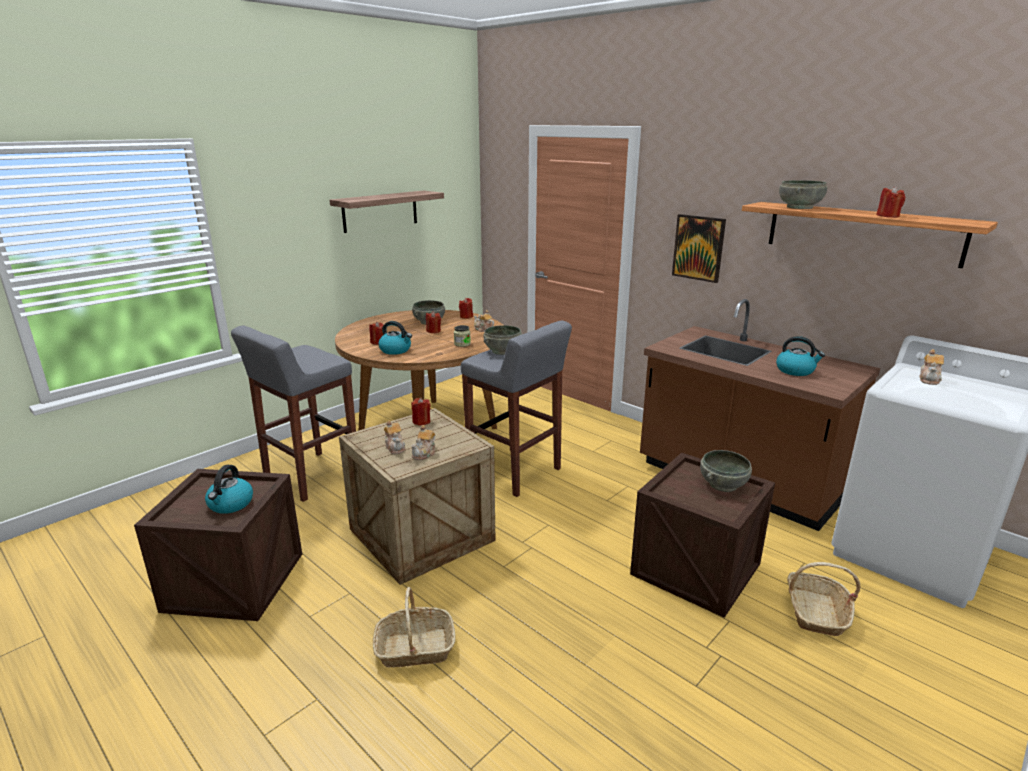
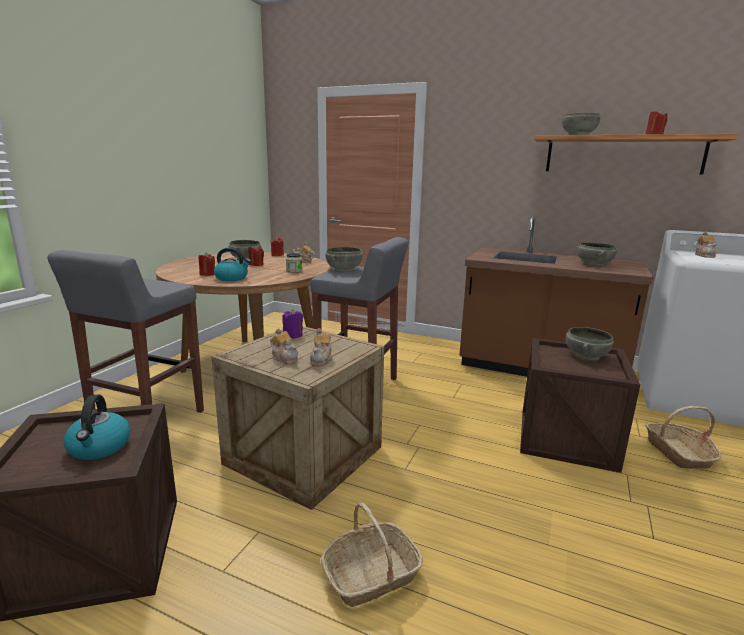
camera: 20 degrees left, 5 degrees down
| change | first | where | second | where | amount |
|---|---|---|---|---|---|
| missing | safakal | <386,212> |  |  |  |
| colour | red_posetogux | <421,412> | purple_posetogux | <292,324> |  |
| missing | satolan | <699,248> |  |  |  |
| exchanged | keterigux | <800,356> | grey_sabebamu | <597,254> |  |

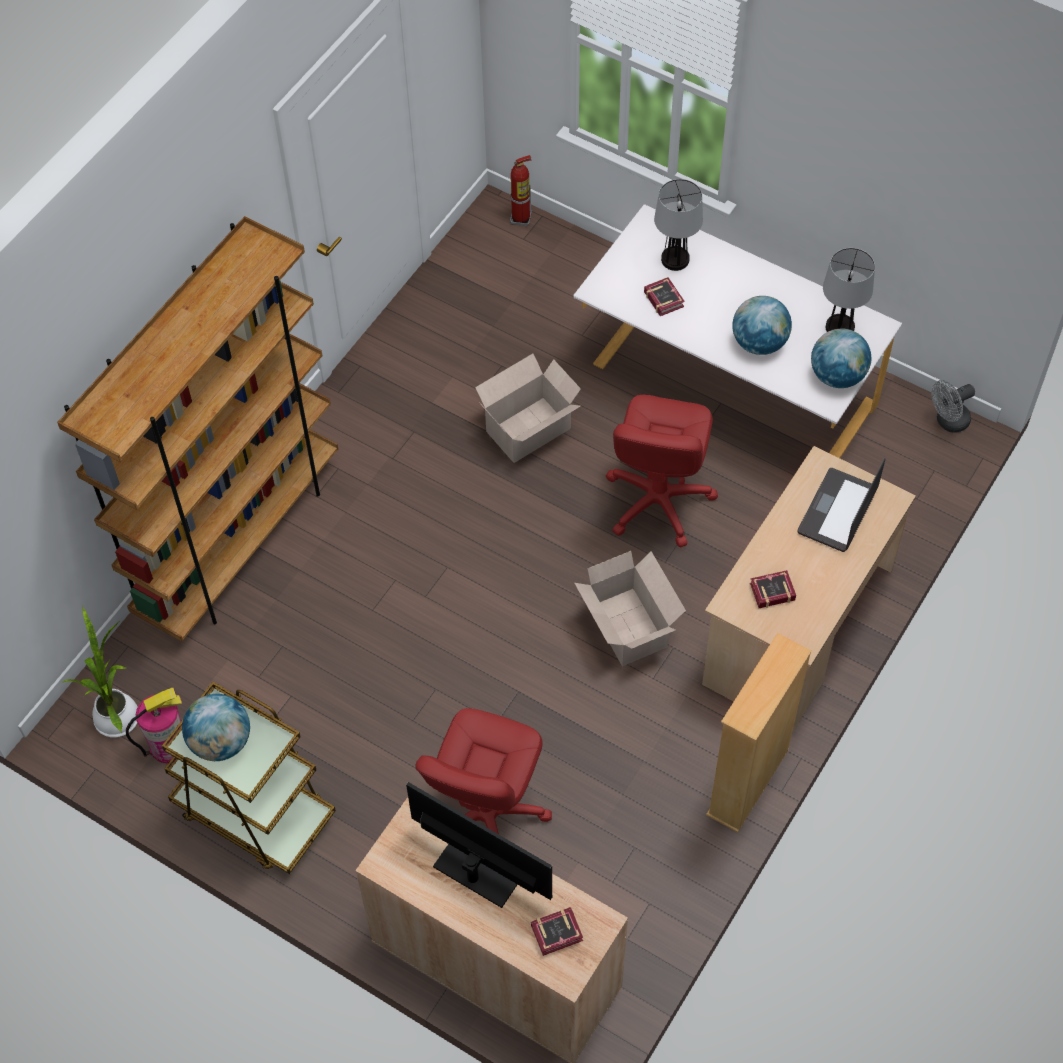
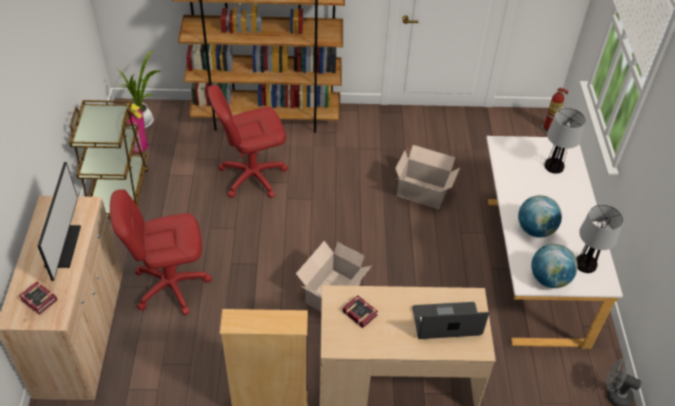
camera: 55 degrees right, 10 degrees down
| change | first | where | second | where | amount |
|---|---|---|---|---|---|
| missing | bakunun | <216,727> |  |  |  |
| relocated | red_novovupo | <662,471> |  | <248,141> |  |
| missing | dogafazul | <664,296> |  |  |  |

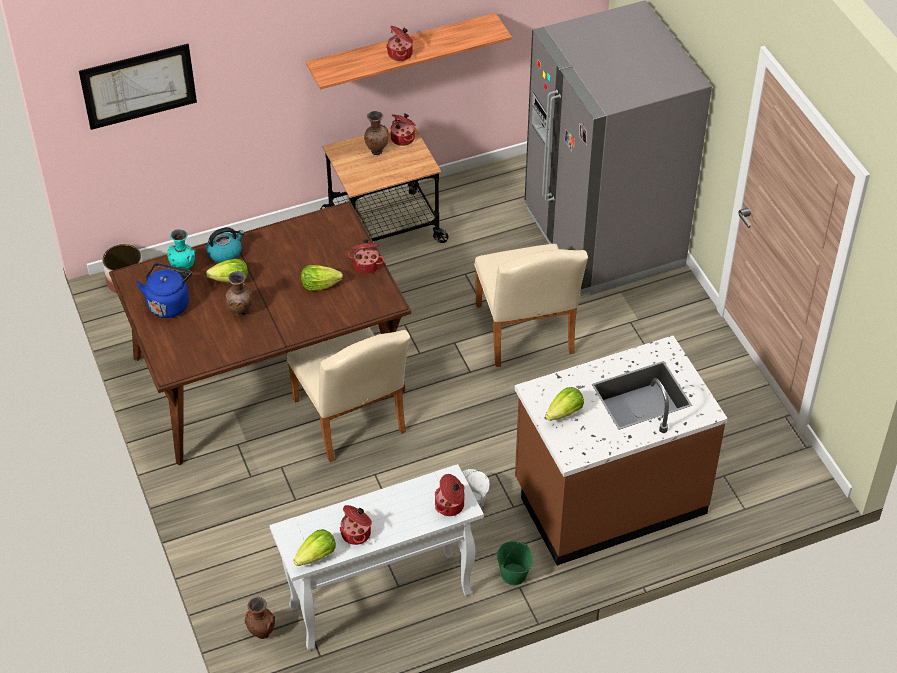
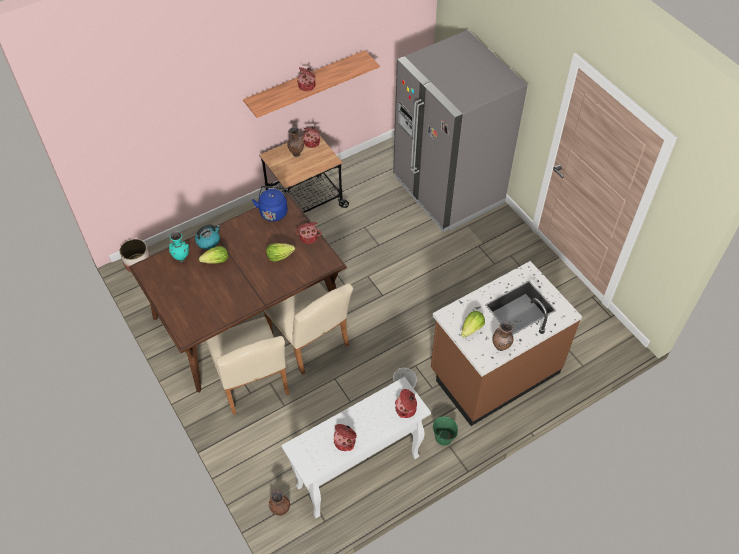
camera: 10 degrees left, 5 degrees up
| change | first | where | second | where | amount |
|---|---|---|---|---|---|
| missing | satolan | <138,87> |  |  |  |
| relocated | blue_keterigux | <164,290> |  | <270,203> |  |
| relocated | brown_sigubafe | <239,293> |  | <503,336> |  |
| missing | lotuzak | <314,547> |  |  |  |
| relocated | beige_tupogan | <531,305> |  | <248,366> |  |

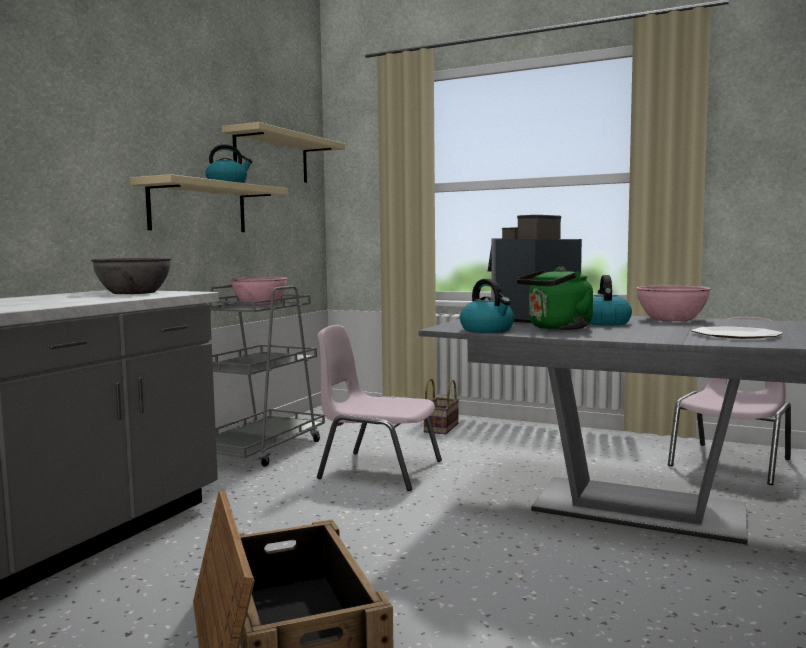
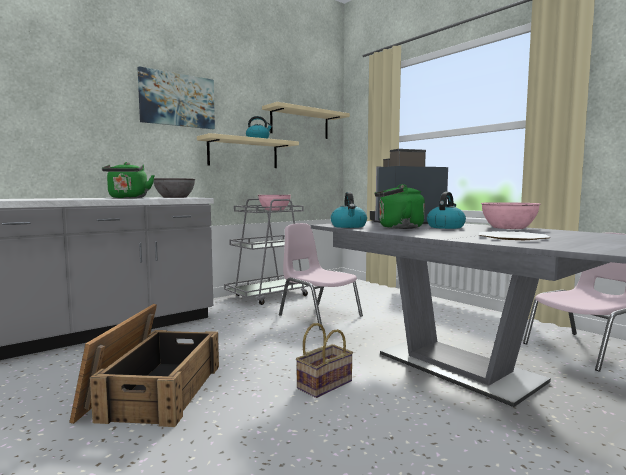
camera: 25 degrees right, 0 degrees up
| change | first | where | second | where | amount |
|---|---|---|---|---|---|
| relocated | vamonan | <441,406> |  | <324,360> |  |
| appeared |  |  | green_keterigux | <128,180> |  |
| appeared |  |  | satolan | <176,97> |  |

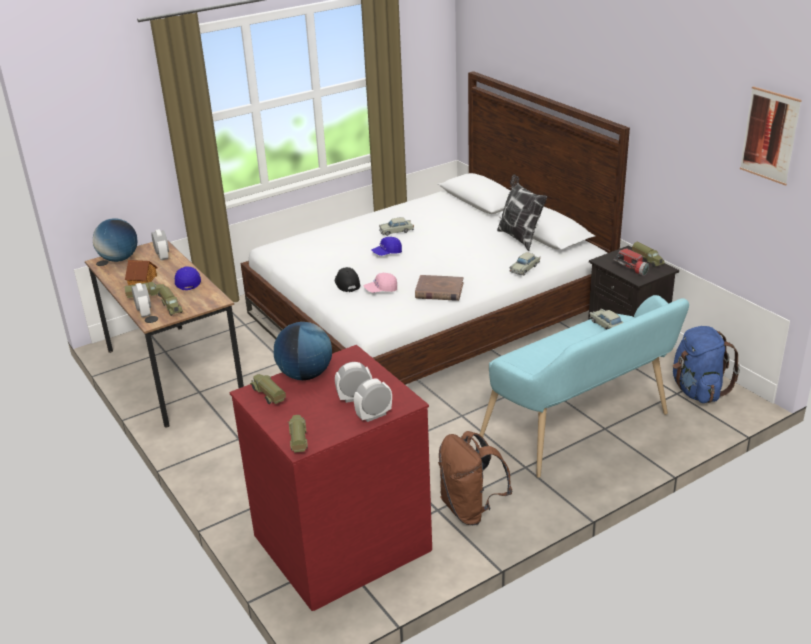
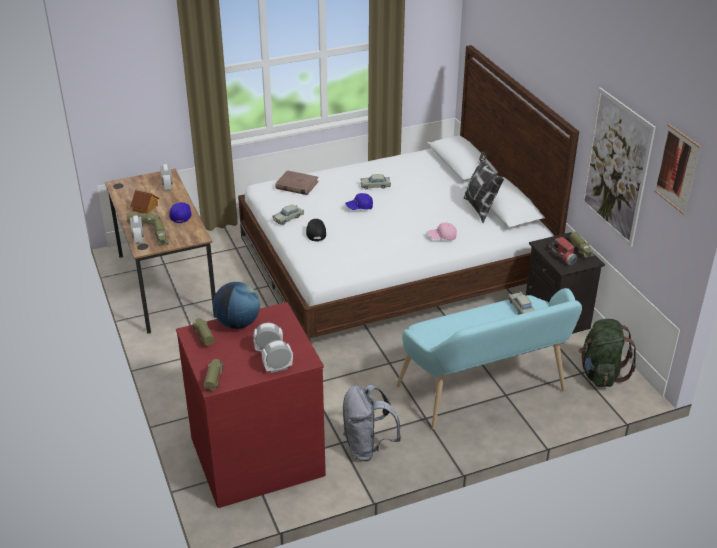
camera: 10 degrees right, 5 degrees up
| change | first | where | second | where | amount |
|---|---|---|---|---|---|
| missing | bakunun | <115,240> |  |  |  |
| relocated | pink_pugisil | <380,283> |  | <442,231> |  |
| relocated | brown_dogafazul | <439,288> |  | <297,182> |  |
| colour | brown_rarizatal | <475,478> | grey_rarizatal | <372,422> |  |
| relocated | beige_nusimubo | <524,263> |  | <288,215> |  |
| colour | blue_rarizatal | <706,364> | green_rarizatal | <607,353> |  |
| appeared |  |  | satolan | <618,167> |  |

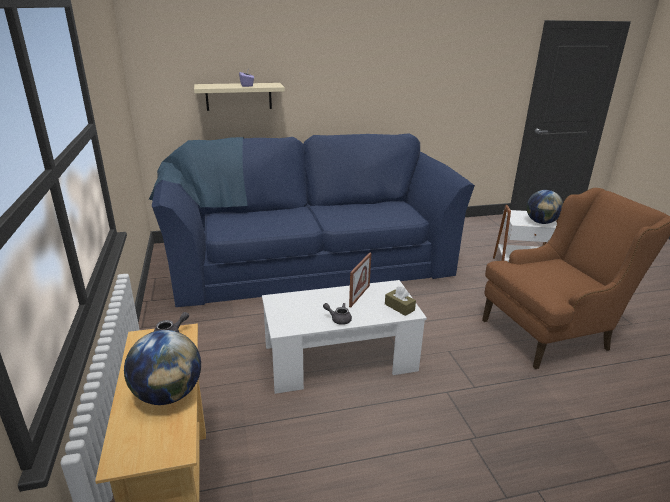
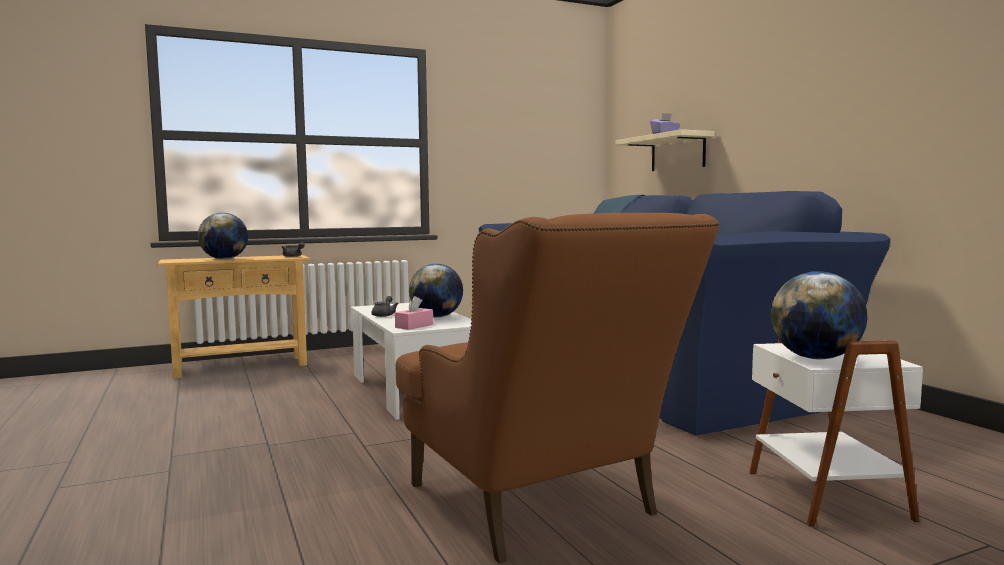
camera: 80 degrees right, 20 degrees down
| change | first | where | second | where | amount |
|---|---|---|---|---|---|
| exchanged | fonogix | <360,280> | bakunun | <436,291> |  |
| colour | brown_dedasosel | <400,301> | pink_dedasosel | <414,313> |  |

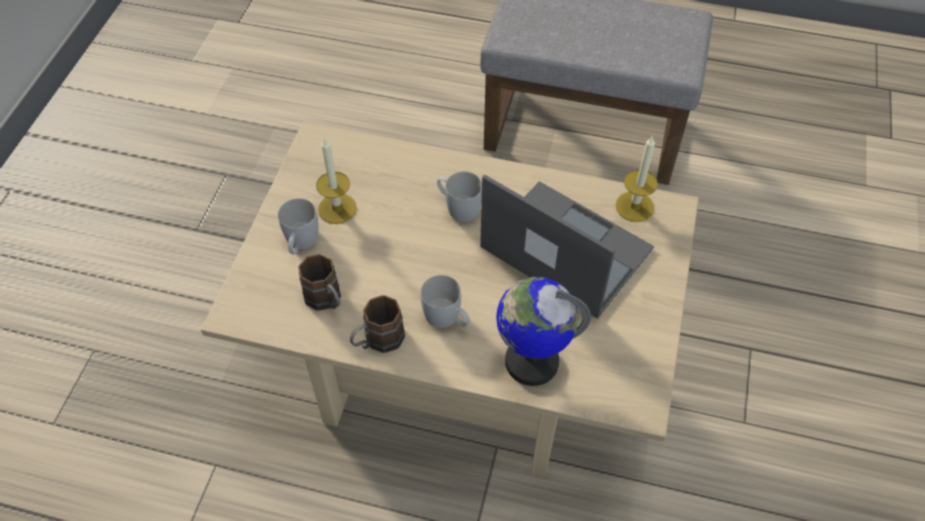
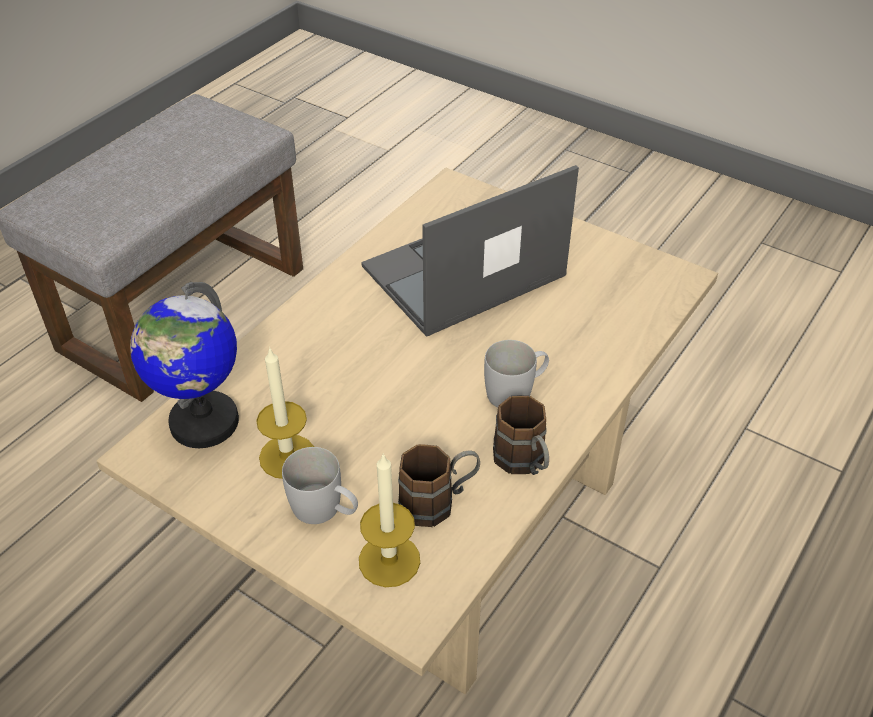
camera: 70 degrees left, 10 degrees down
| change | first | where | second | where | amount |
|---|---|---|---|---|---|
| missing | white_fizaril | <459,197> |  |  |  |
| relocated | bakunun | <543,331> |  | <184,365> |  |
| relocated | posetogux | <637,178> |  | <389,520> |  |

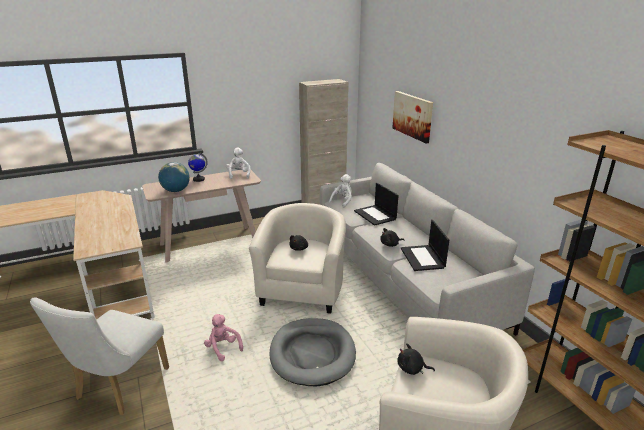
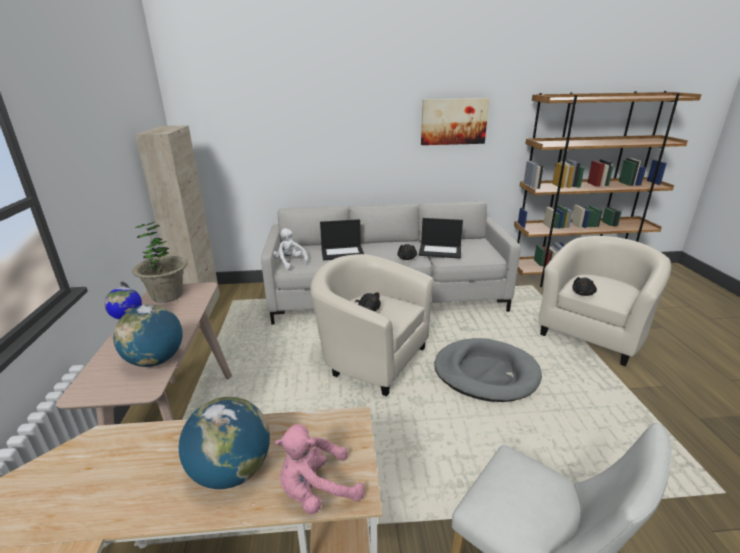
camera: 70 degrees left, 0 degrees up
| change | first | where | second | where | amount |
|---|---|---|---|---|---|
| relocated | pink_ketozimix | <223,338> |  | <320,469> |  |
| exchanged | white_ketozimix | <238,163> | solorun | <160,262> |  |
| relocated | satolan | <412,117> |  | <455,121> |  |
| appeared |  |  | bakunun | <224,443> |  |

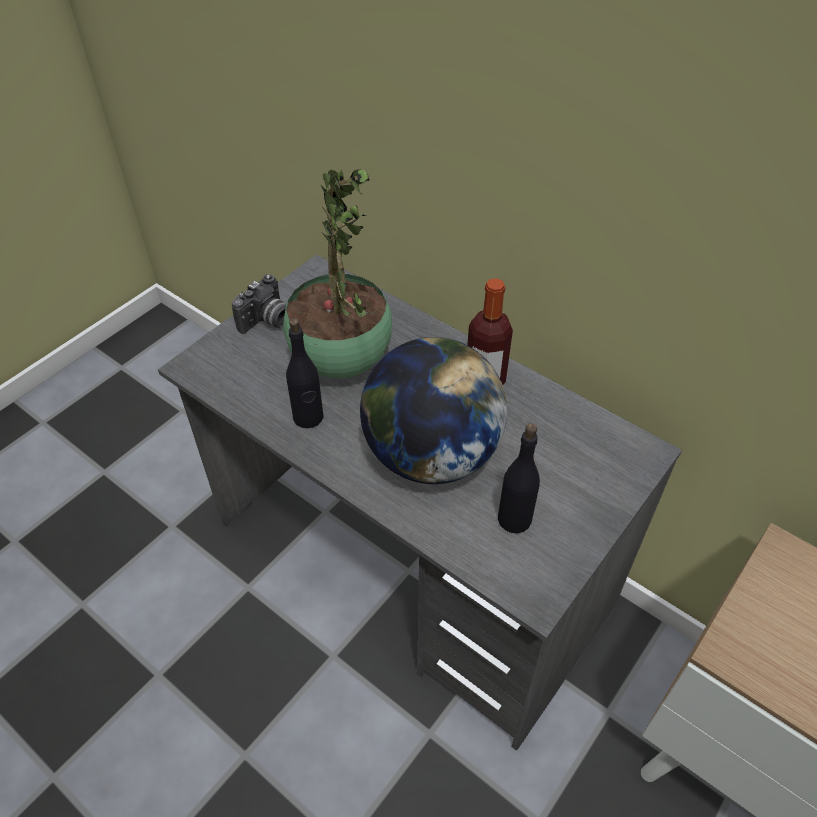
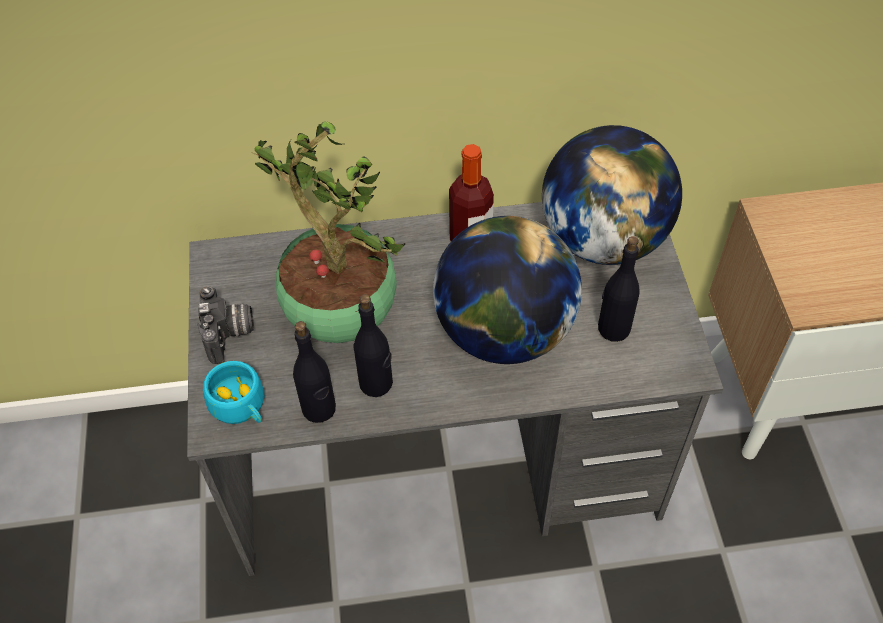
camera: 45 degrees left, 5 degrees up
| change | first | where | second | where | amount |
|---|---|---|---|---|---|
| appeared |  |  | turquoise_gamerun | <233,392> |  |
| appeared |  |  | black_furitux | <314,372> |  |
| appeared |  |  | bakunun | <612,195> |  |

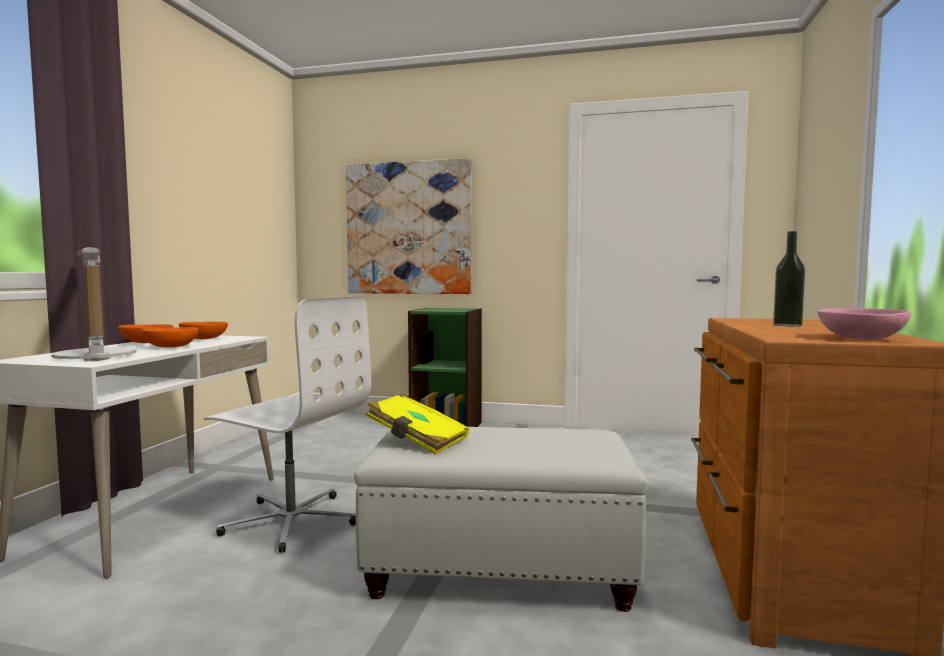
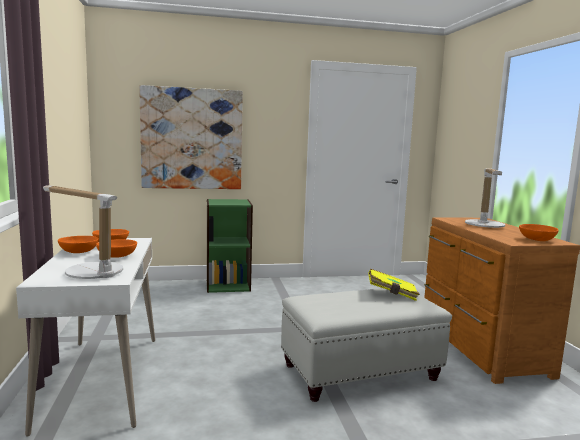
camera: 25 degrees left, 5 degrees up
| change | first | where | second | where | amount |
|---|---|---|---|---|---|
| missing | white_novovupo | <287,424> |  |  |  |
| relocated | yellow_dogafazul | <417,424> |  | <394,285> |  |
| exchanged | furitux | <789,279> | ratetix | <485,198> |  |
| colour | pink_sabebamu | <864,324> | orange_sabebamu | <539,232> |  |

